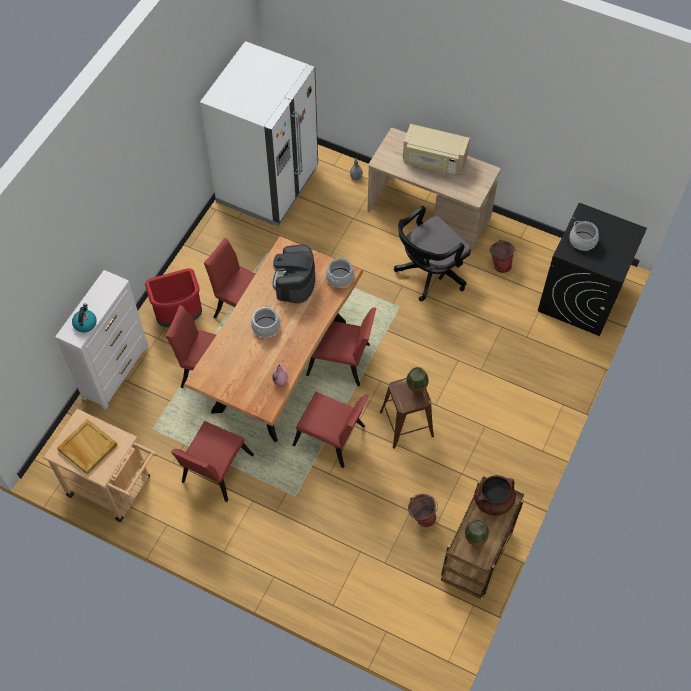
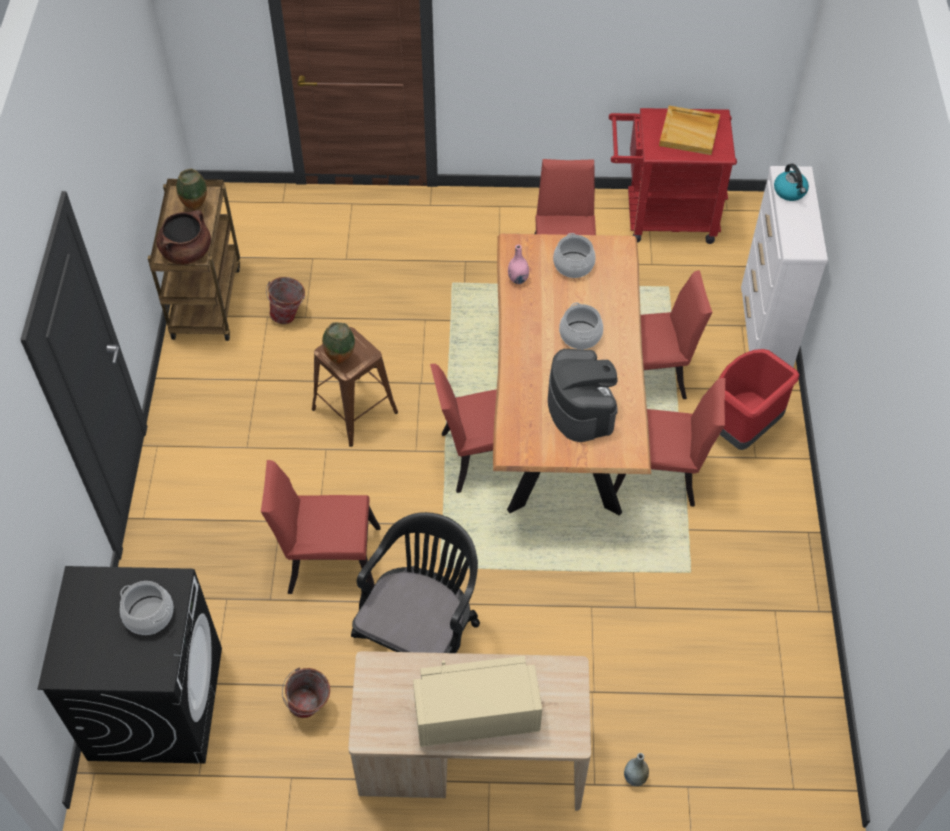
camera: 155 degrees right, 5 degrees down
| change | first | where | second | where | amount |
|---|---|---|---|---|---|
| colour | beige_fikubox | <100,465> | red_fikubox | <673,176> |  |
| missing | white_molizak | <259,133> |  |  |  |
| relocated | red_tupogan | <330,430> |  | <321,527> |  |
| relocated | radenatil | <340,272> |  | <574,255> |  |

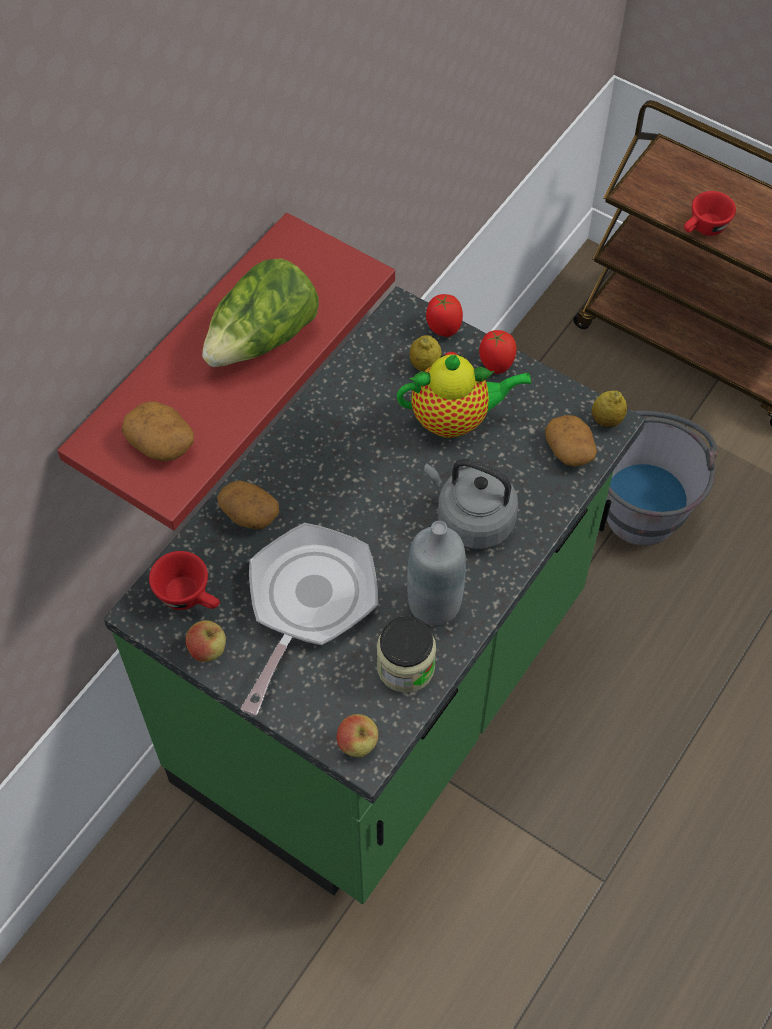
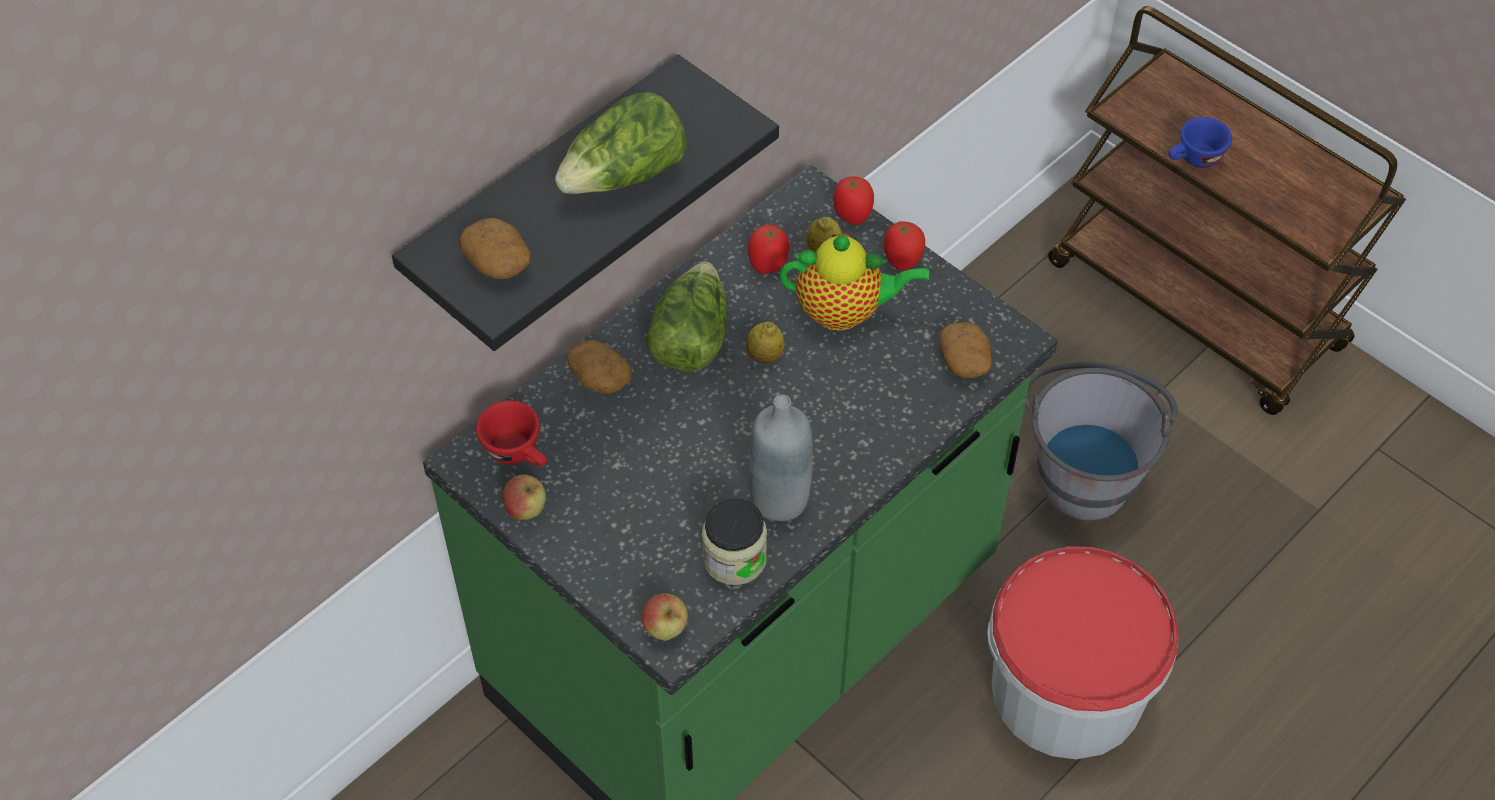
camera: 10 degrees right, 5 degrees down
| change | first | where | second | where | amount |
|---|---|---|---|---|---|
| colour | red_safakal | <226,371> | black_safakal | <585,202> |  |
| missing | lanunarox | <309,619> |  |  |  |
| missing | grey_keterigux | <471,504> |  |  |  |
| relocated | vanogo | <609,408> |  | <765,343> |  |
| colour | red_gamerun | <710,213> | blue_gamerun | <1200,142> |  |
| appeared |  |  | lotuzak | <687,317> |  |
| appeared |  |  | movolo | <768,249> |  |
| appeared |  |  | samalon | <1083,652> |  |

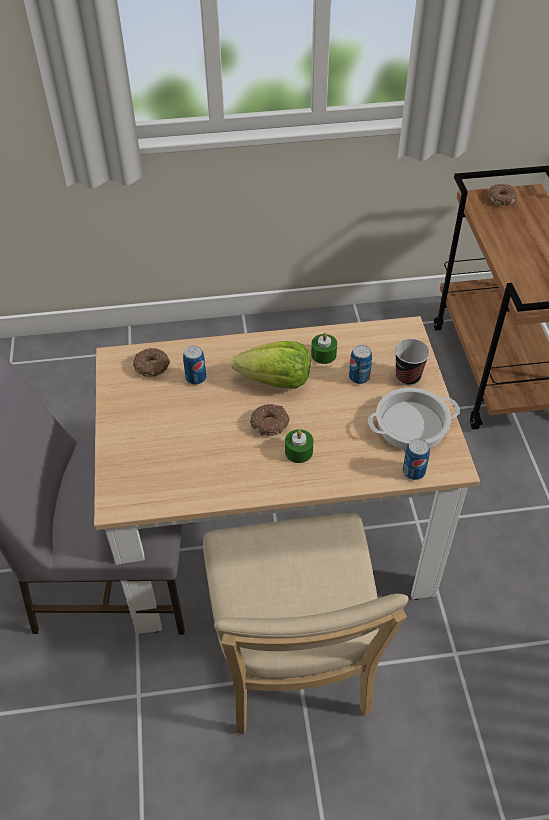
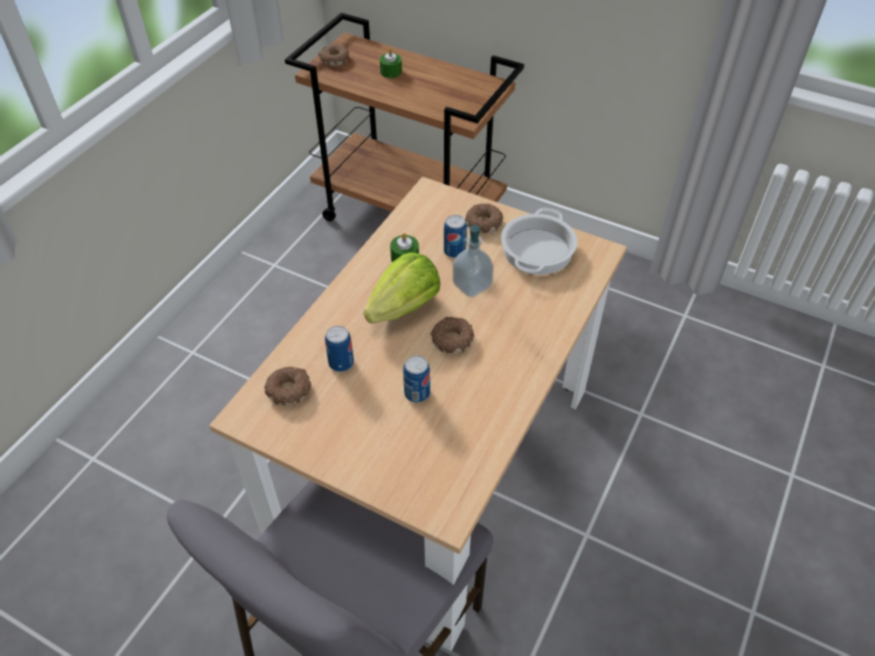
camera: 55 degrees left, 0 degrees up
| change | first | where | second | where | amount |
|---|---|---|---|---|---|
| missing | beige_tupogan | <306,624> |  |  |  |
| relocated | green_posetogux | <299,446> |  | <391,63> |  |
| exchanged | gamerun | <412,362> | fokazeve | <484,218> |  |
| relocated | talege | <416,459> |  | <416,379> |  |
| appeared |  |  | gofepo | <473,260> |  |

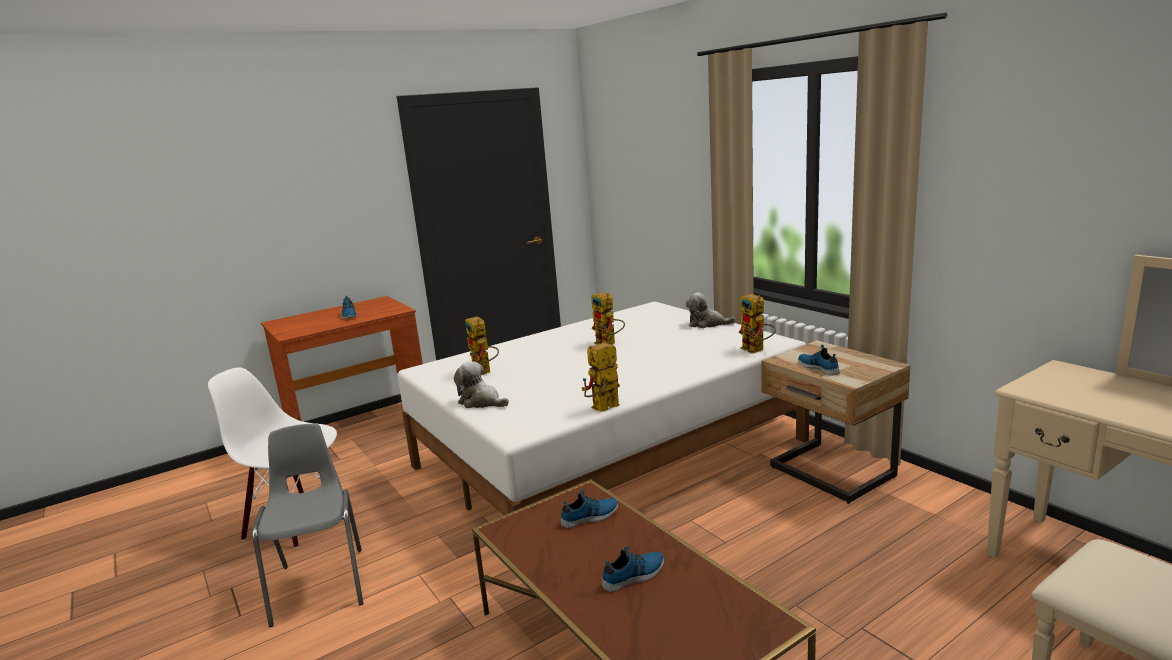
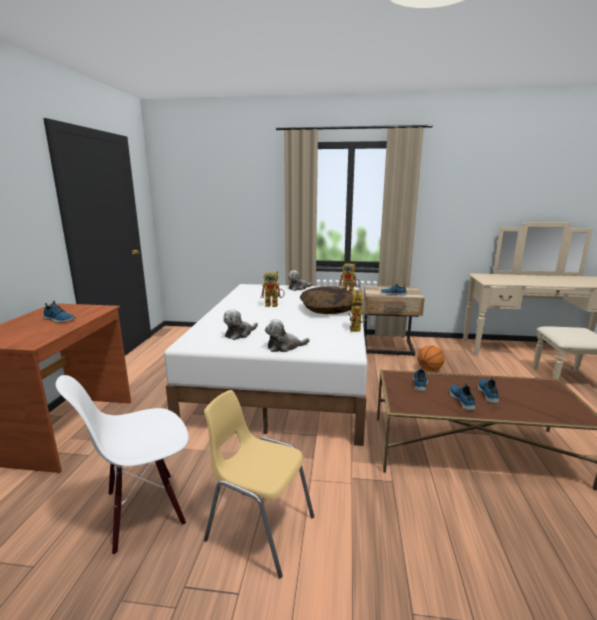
camera: 50 degrees left, 0 degrees up
| change | first | where | second | where | amount |
|---|---|---|---|---|---|
| colour | grey_tupogan | <307,525> | yellow_tupogan | <259,484> |  |
| exchanged | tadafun | <482,345> | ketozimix | <240,324> |  |
| appeared |  |  | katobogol | <326,300> |  |
| appeared |  |  | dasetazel | <431,358> |  |
| appeared |  |  | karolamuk | <462,397> |  |

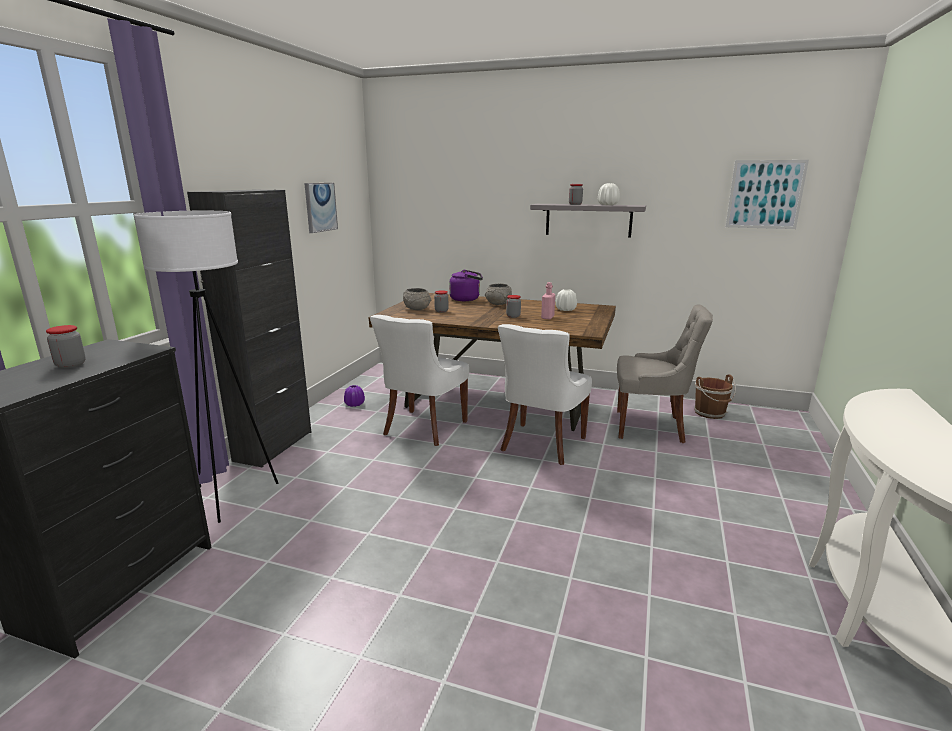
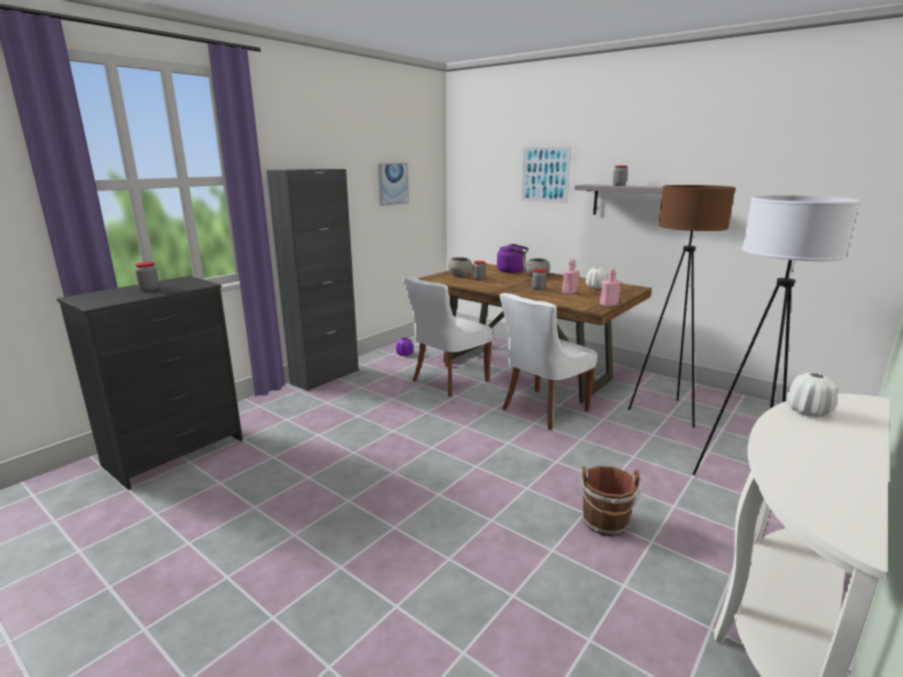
camera: 20 degrees right, 0 degrees up
| change | first | where | second | where | amount |
|---|---|---|---|---|---|
| relocated | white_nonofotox | <206,366> |  | <776,335> |  |
| relocated | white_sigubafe | <609,194> |  | <811,394> |  |
| exchanged | grey_tupogan | <665,373> | brown_nonofotox | <682,306> |  |
| relocated | brown_samalon | <715,397> |  | <611,501> |  |
| relocated | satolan | <767,194> |  | <546,175> |  |
| appeared |  |  | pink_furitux | <610,288> |  |

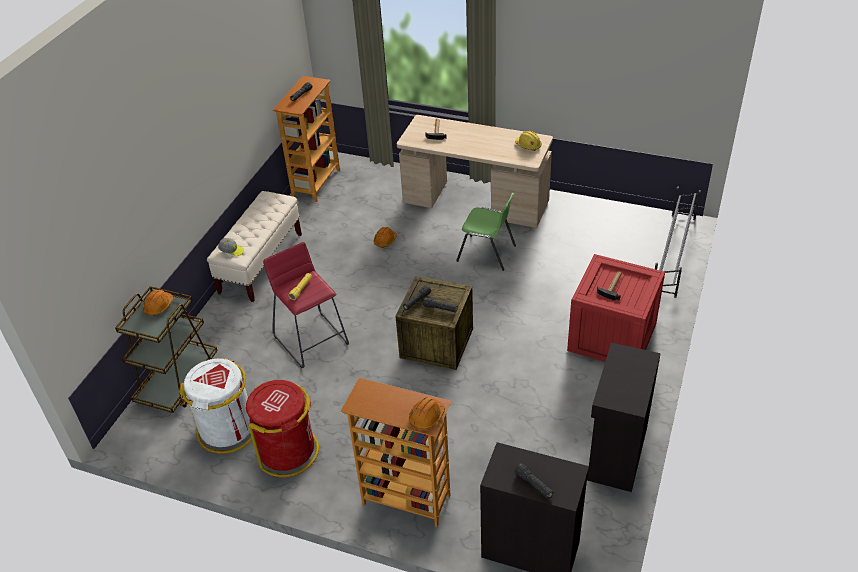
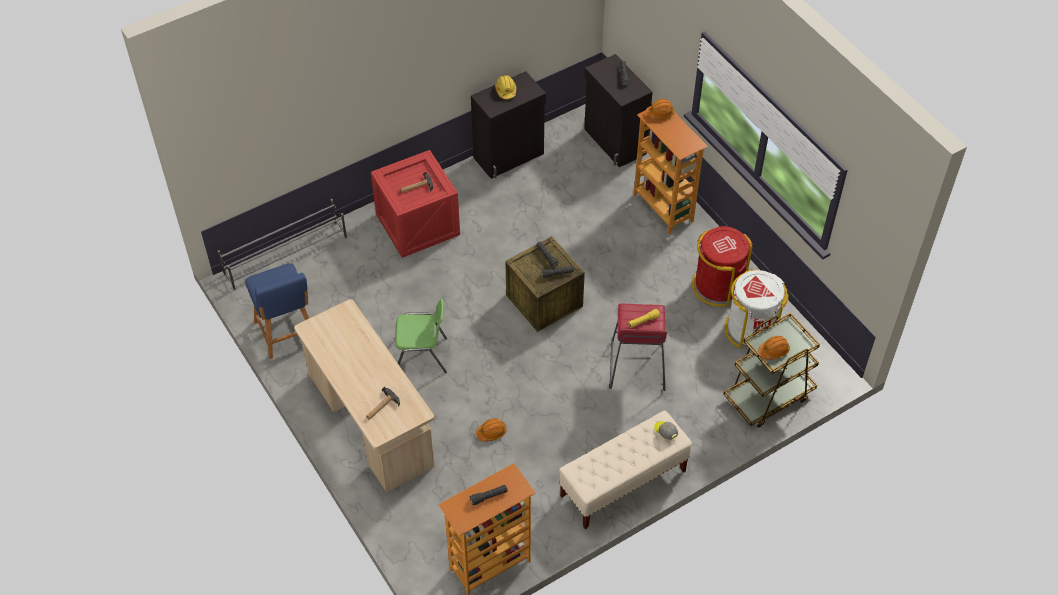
camera: 145 degrees left, 10 degrees up
| change | first | where | second | where | amount |
|---|---|---|---|---|---|
| spun | green_tupogan | <486,232> |  | <421,336> | 120 degrees clockwise |
| relocated | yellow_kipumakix | <528,141> |  | <505,87> |  |
| appeared |  |  | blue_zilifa | <277,311> |  |

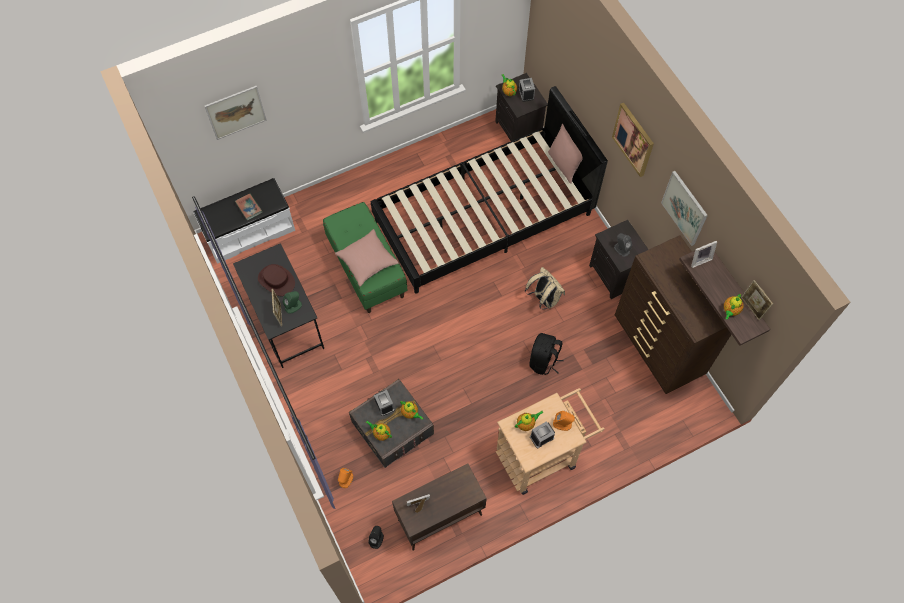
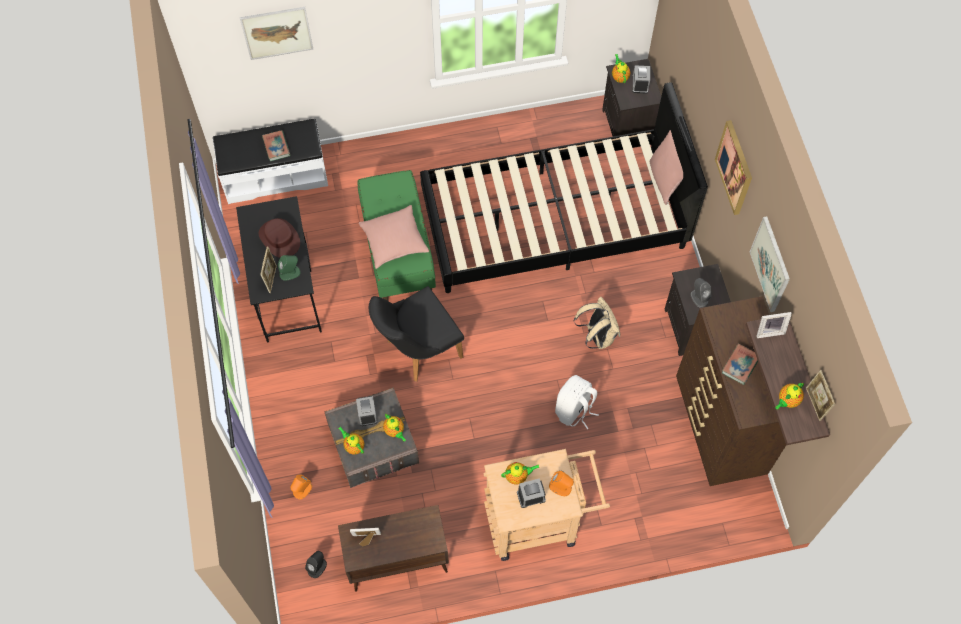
camera: 15 degrees right, 0 degrees up
| change | first | where | second | where | amount |
|---|---|---|---|---|---|
| colour | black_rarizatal | <546,354> | white_rarizatal | <577,402> |  |
| appeared |  |  | black_tupogan | <416,334> |  |
| appeared |  |  | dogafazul | <740,364> |  |

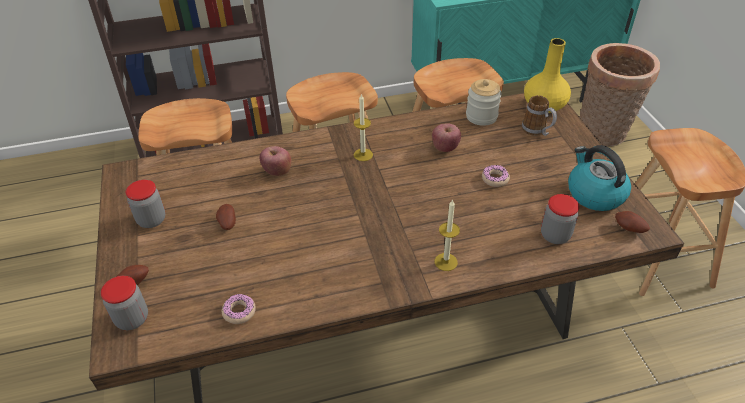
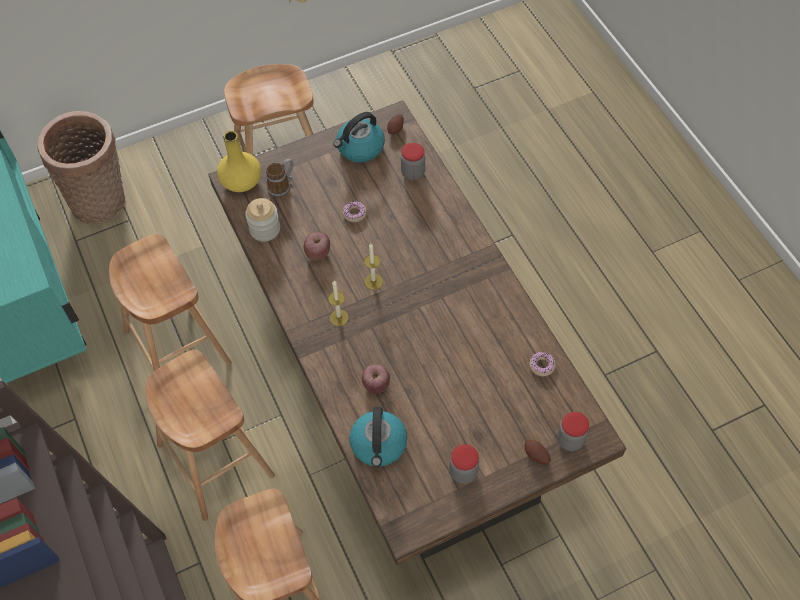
camera: 100 degrees left, 15 degrees up
| change | first | where | second | where | amount |
|---|---|---|---|---|---|
| missing | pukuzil | <226,217> |  |  |  |
| relocated | posetogux | <447,235> |  | <373,266> |  |
| appeared |  |  | keterigux | <378,437> |  |

